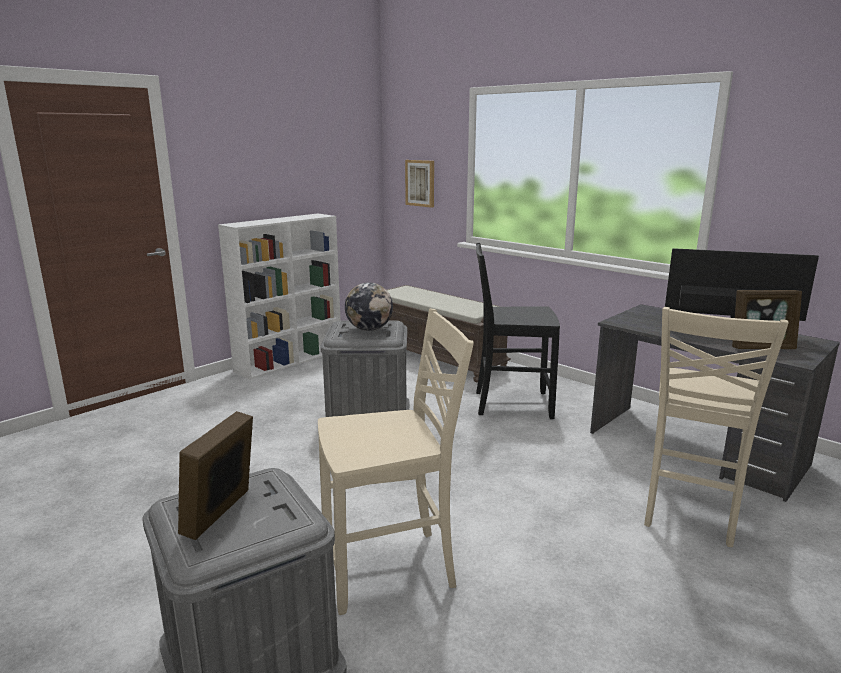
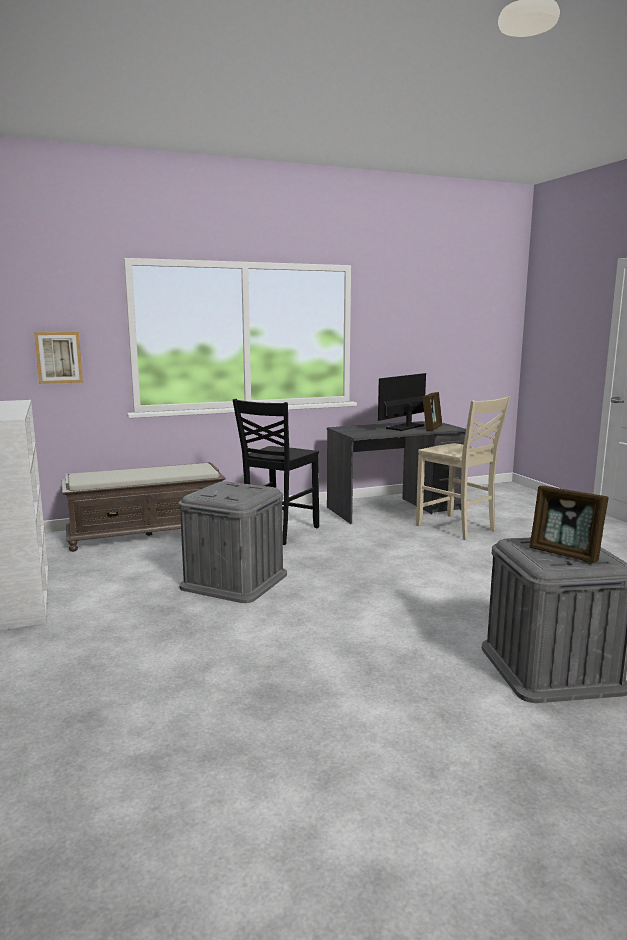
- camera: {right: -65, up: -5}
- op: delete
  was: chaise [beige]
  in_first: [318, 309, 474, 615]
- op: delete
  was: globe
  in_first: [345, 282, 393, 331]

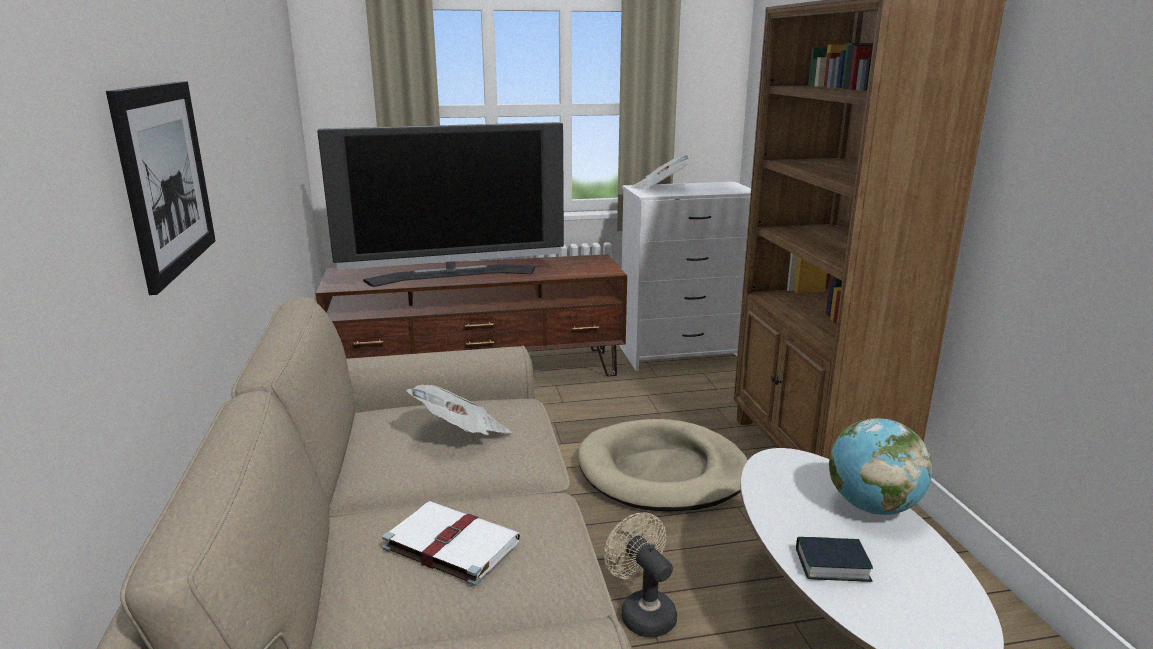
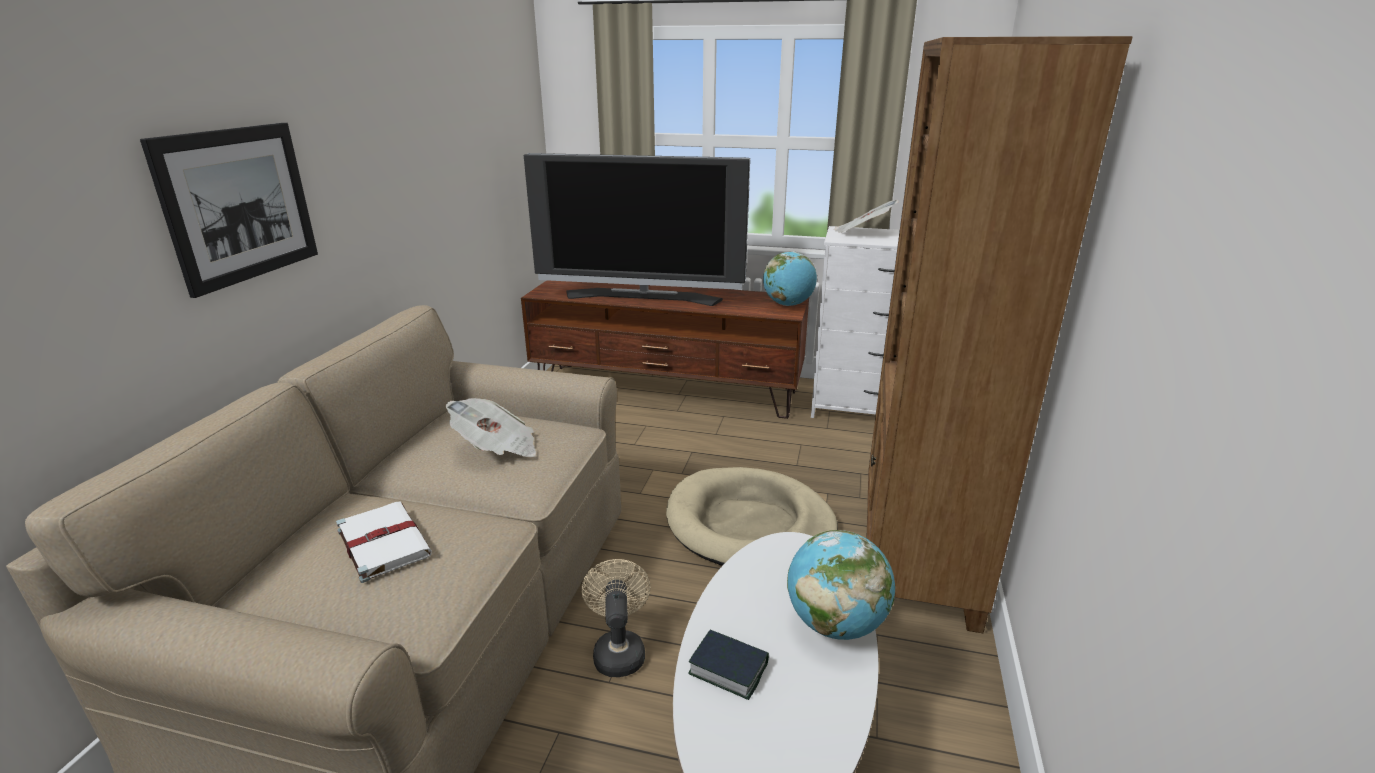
- camera: {right: 25, up: 5}
- op: insert
  now: globe
  in_second: [763, 251, 817, 306]

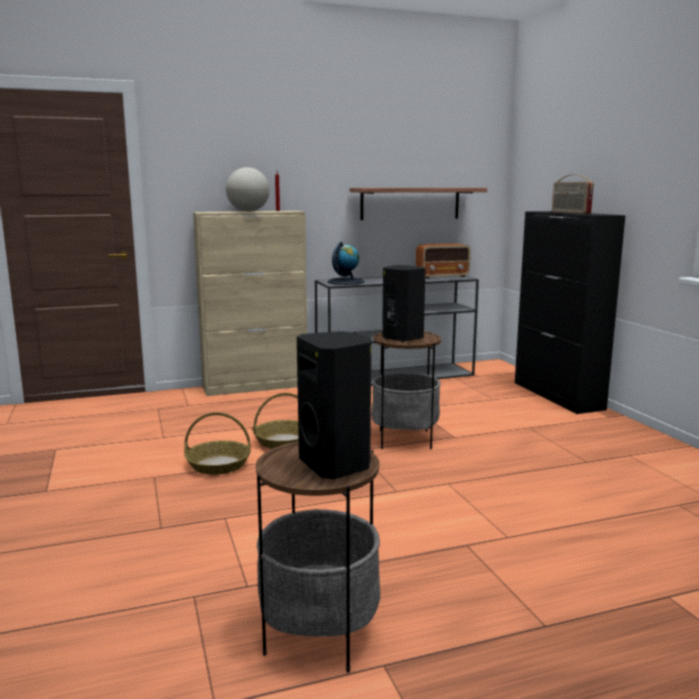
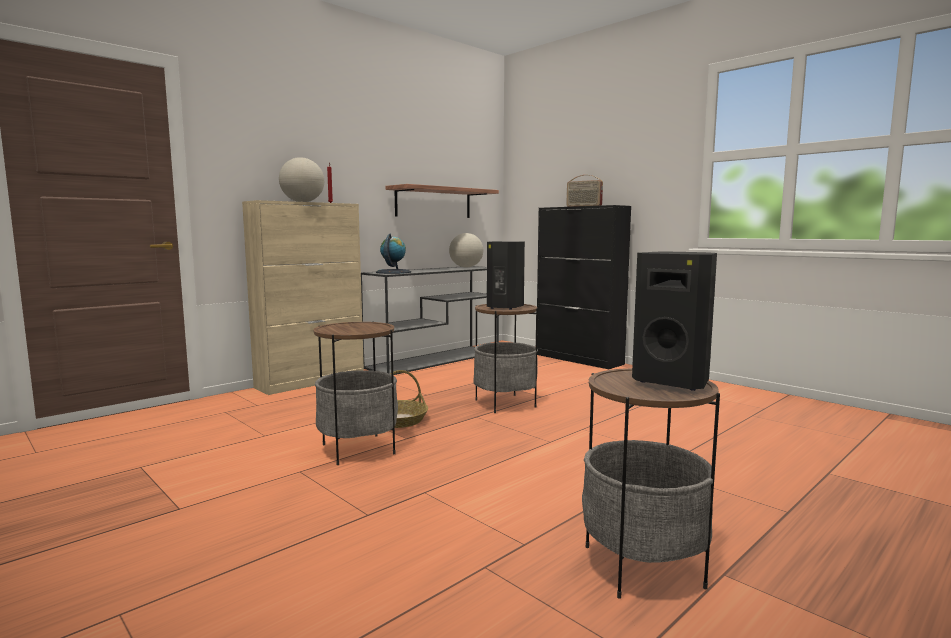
- camera: {right: -25, up: -5}
- op: replace
  was: panier
  now: table d'appoint
  in_first: [184, 412, 251, 475]
  in_second: [313, 321, 398, 465]
- op: replace
  was: radio
  now: globe
  in_first: [416, 244, 471, 278]
  in_second: [449, 233, 483, 267]

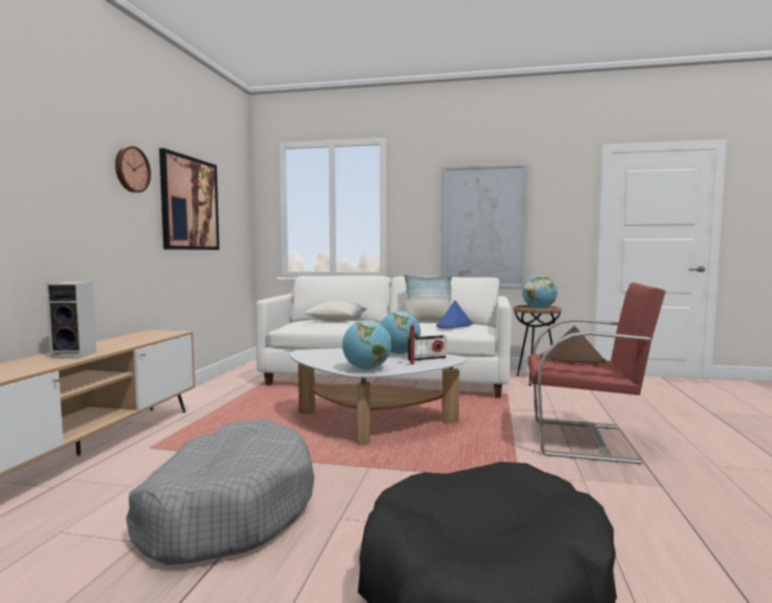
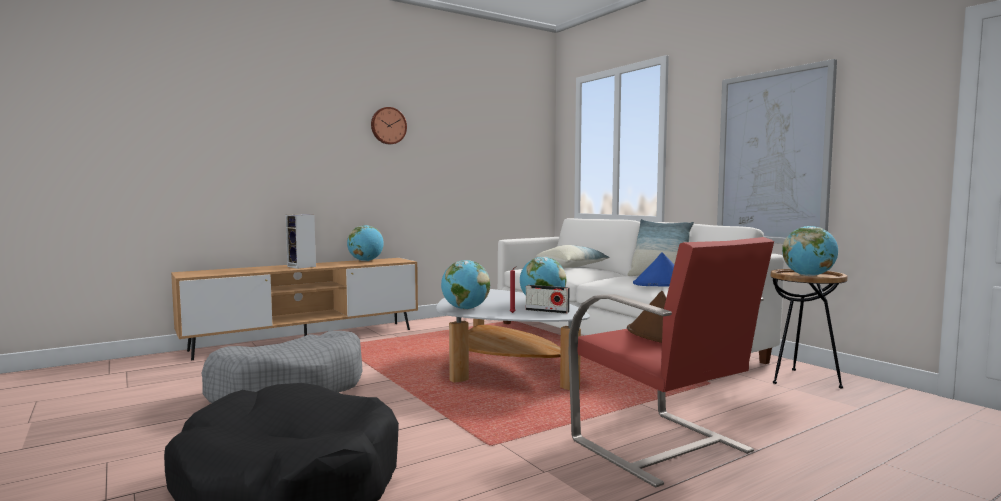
- camera: {right: 45, up: 0}
- op: delete
  was: tableau
  in_first: [159, 148, 219, 250]
- op: insert
  now: globe
  in_second: [347, 225, 384, 261]

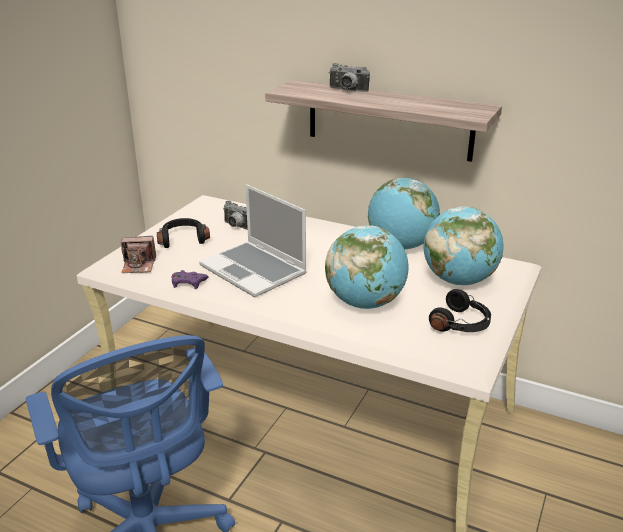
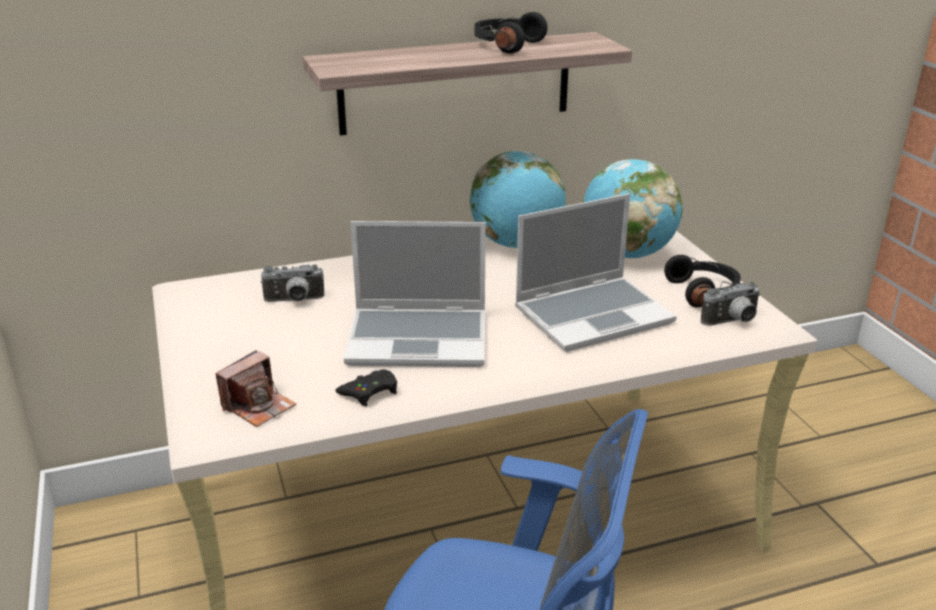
- camera: {right: -45, up: 0}
- op: move
  was: casque audio [noir]
  in_first: [157, 218, 210, 248]
  in_second: [474, 12, 547, 53]
- op: move
  was: appareil photo
  in_first: [329, 63, 370, 92]
  in_second: [701, 282, 761, 326]
- op: replace
  was: globe
  now: ordinateur portable
  in_first: [325, 226, 409, 309]
  in_second: [515, 194, 677, 352]
- op: recolor
  was: manette [violet]
  now: manette [noir]
  in_first: [172, 270, 209, 289]
  in_second: [335, 369, 397, 407]

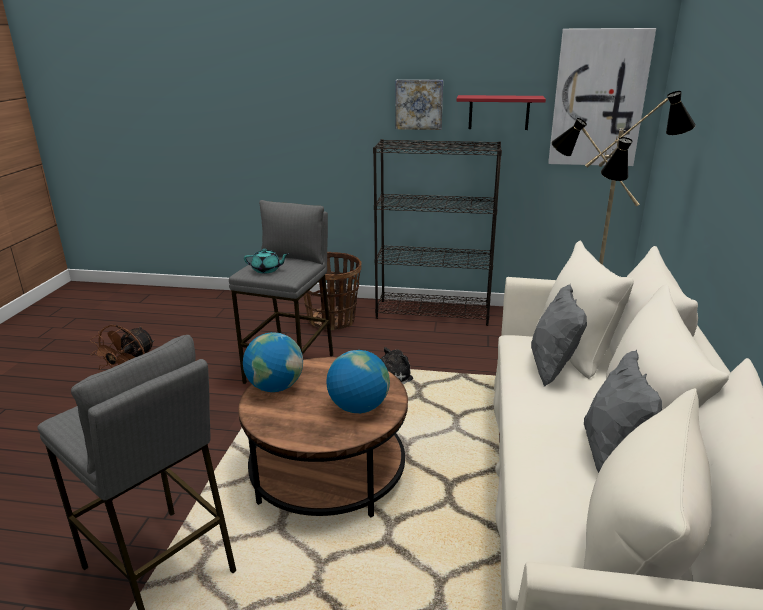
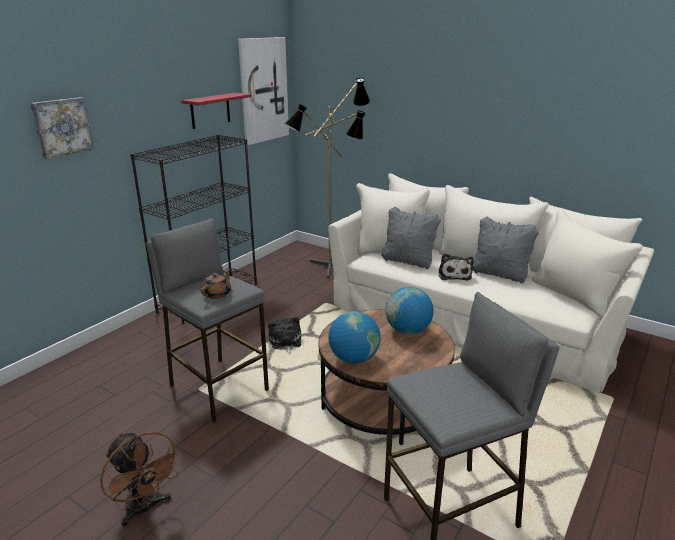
- camera: {right: -65, up: 0}
- op: delete
  was: panier
  in_first: [304, 252, 362, 330]
- op: insert
  now: peluche
  in_second: [439, 253, 474, 281]
- op: move
  was: tableau
  in_first: [395, 80, 443, 130]
  in_second: [30, 97, 94, 159]
- op: recolor
  was: théière [turquoise]
  now: théière [marron]
  in_first: [244, 249, 289, 273]
  in_second: [201, 269, 231, 299]

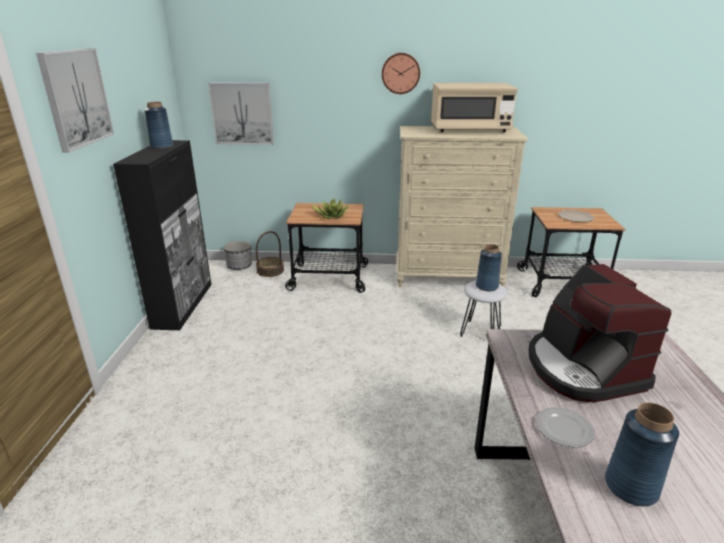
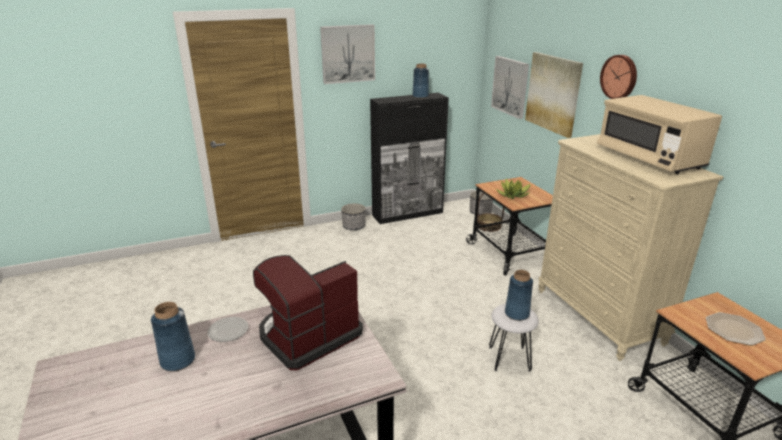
- camera: {right: 65, up: 0}
- op: insert
  now: cache-pot
  in_second: [341, 203, 366, 230]
- op: insert
  now: tableau
  in_second: [525, 52, 583, 138]

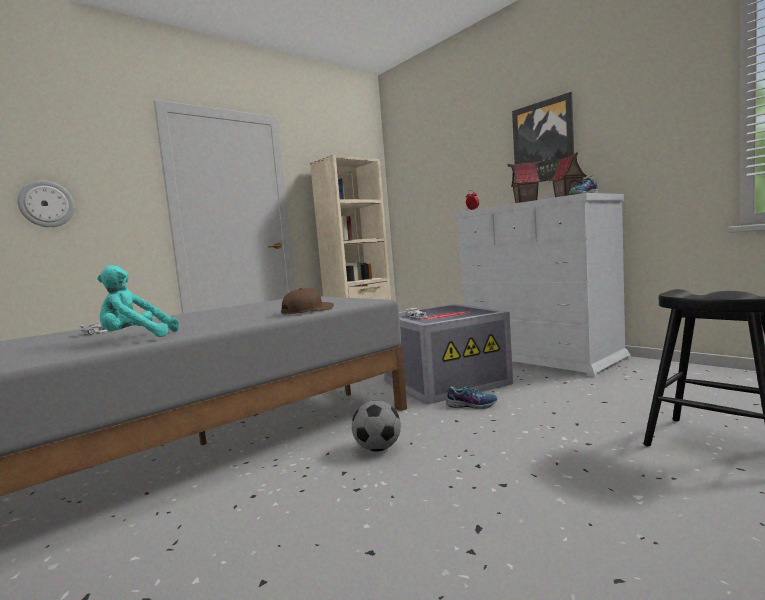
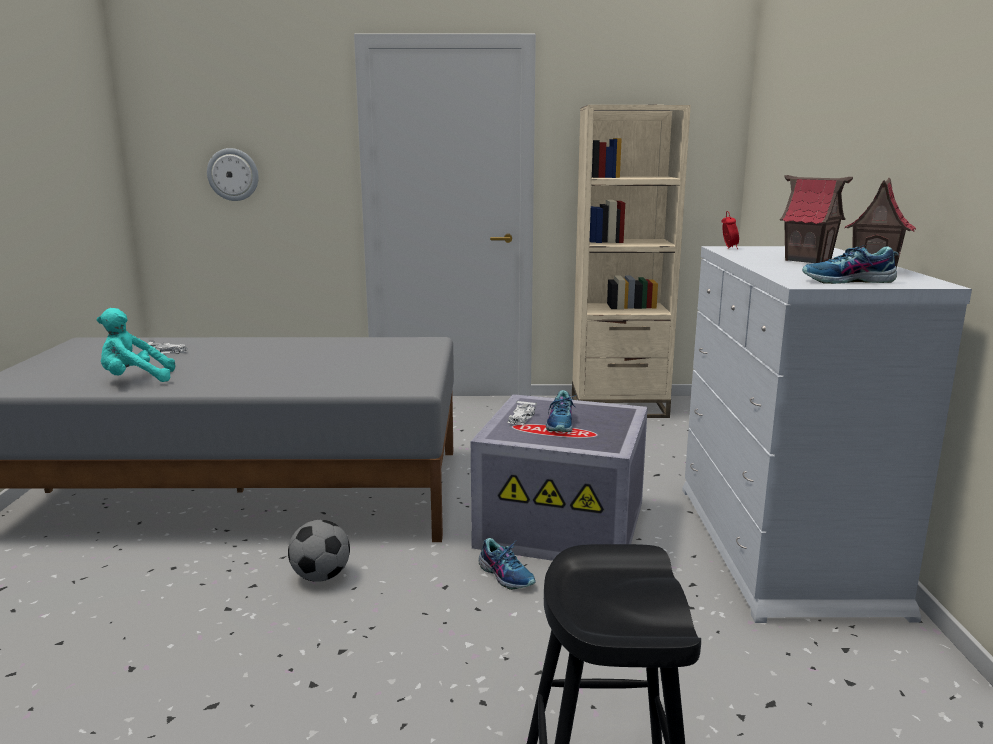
- camera: {right: 40, up: 10}
- op: delete
  was: casquette [marron]
  in_first: [281, 288, 334, 314]
- op: delete
  was: tableau
  in_first: [512, 92, 574, 182]
- op: insert
  now: chaussure
  in_second: [546, 390, 577, 432]
- op: rotate
  was: peluche [turquoise]
  in_first: [97, 265, 179, 337]
  in_second: [97, 308, 175, 382]
  clockwise: -45

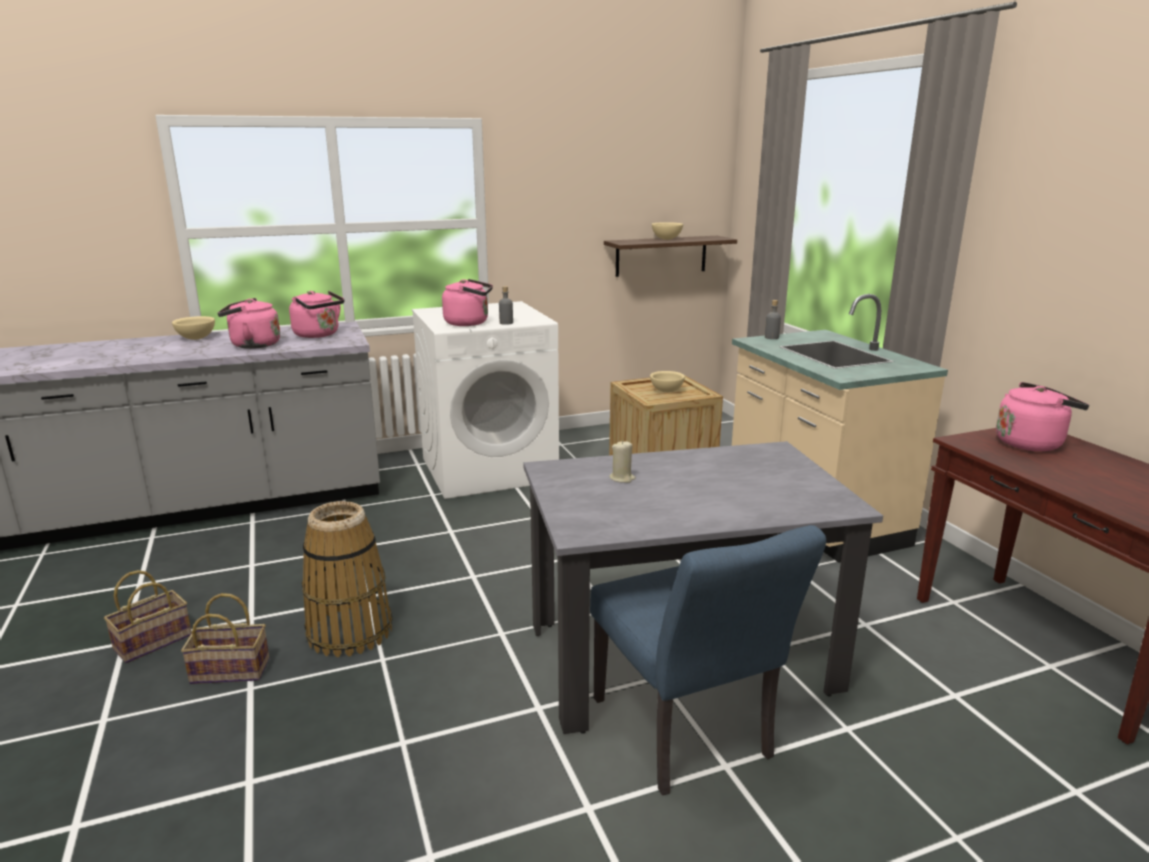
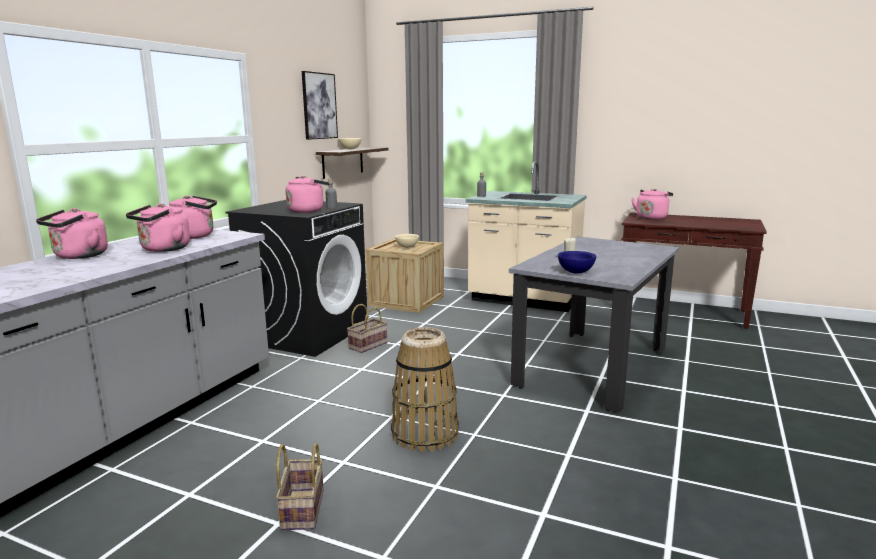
- camera: {right: -45, up: -5}
- op: delete
  was: chaise [bleu]
  in_first: [590, 525, 826, 795]
- op: insert
  now: tableau
  in_second: [302, 71, 338, 140]
- op: insert
  now: bol [bleu]
  in_second: [558, 251, 596, 274]
- op: move
  was: panier
  in_first: [181, 593, 270, 684]
  in_second: [347, 304, 387, 353]
- op: replace
  was: bol [beige]
  now: bouilloire [rose]
  in_first: [172, 316, 215, 340]
  in_second: [36, 208, 108, 259]
- op: recolor
  was: lave-linge [blanc]
  now: lave-linge [noir]
  in_first: [412, 301, 559, 499]
  in_second: [225, 200, 367, 357]

